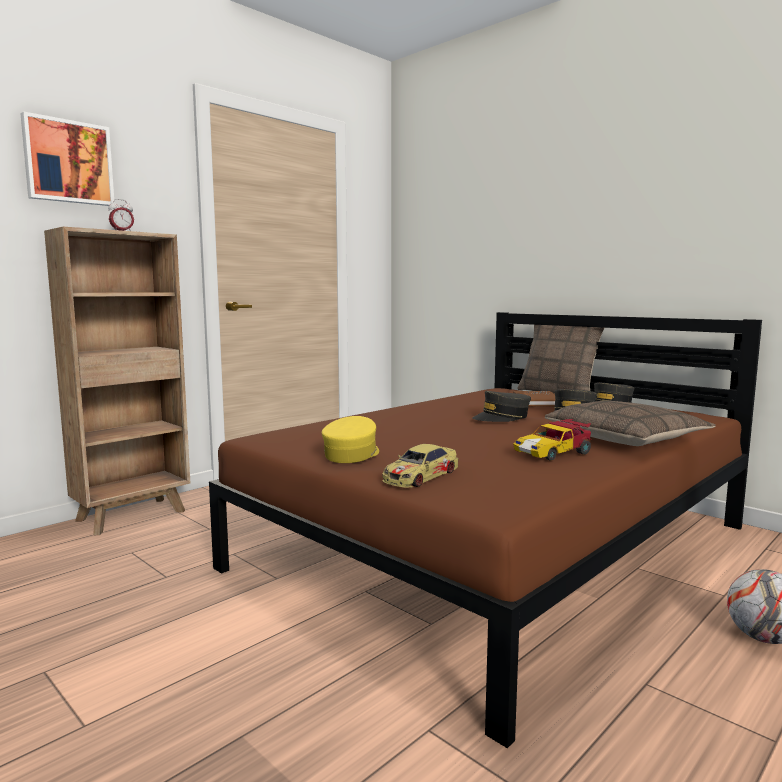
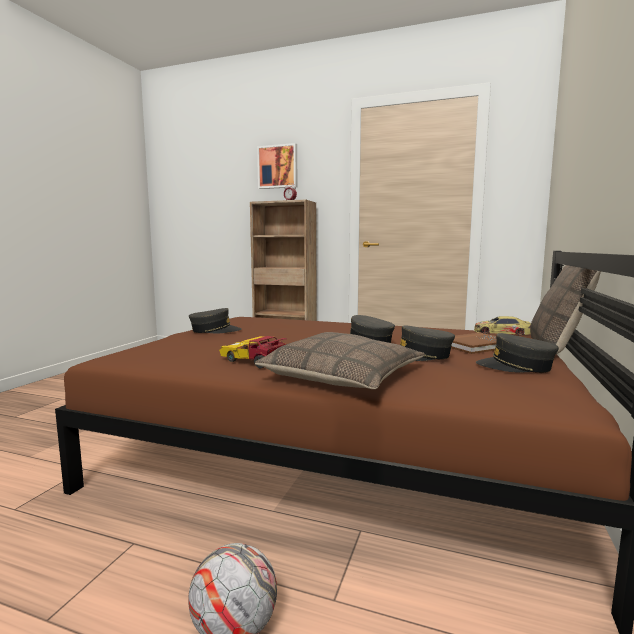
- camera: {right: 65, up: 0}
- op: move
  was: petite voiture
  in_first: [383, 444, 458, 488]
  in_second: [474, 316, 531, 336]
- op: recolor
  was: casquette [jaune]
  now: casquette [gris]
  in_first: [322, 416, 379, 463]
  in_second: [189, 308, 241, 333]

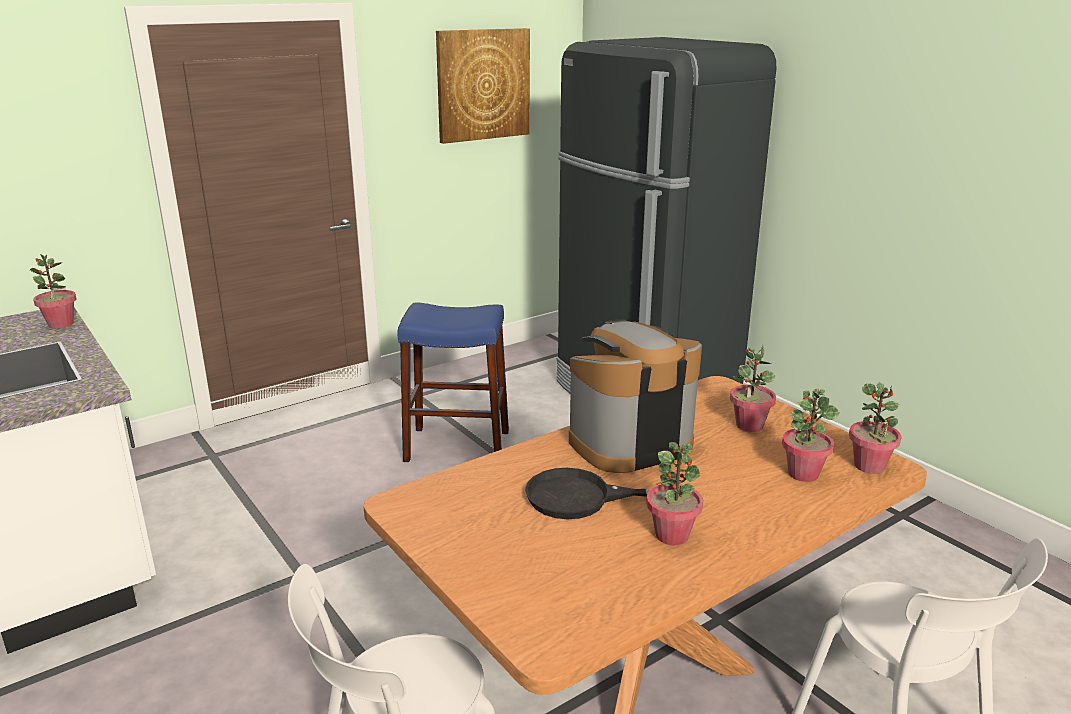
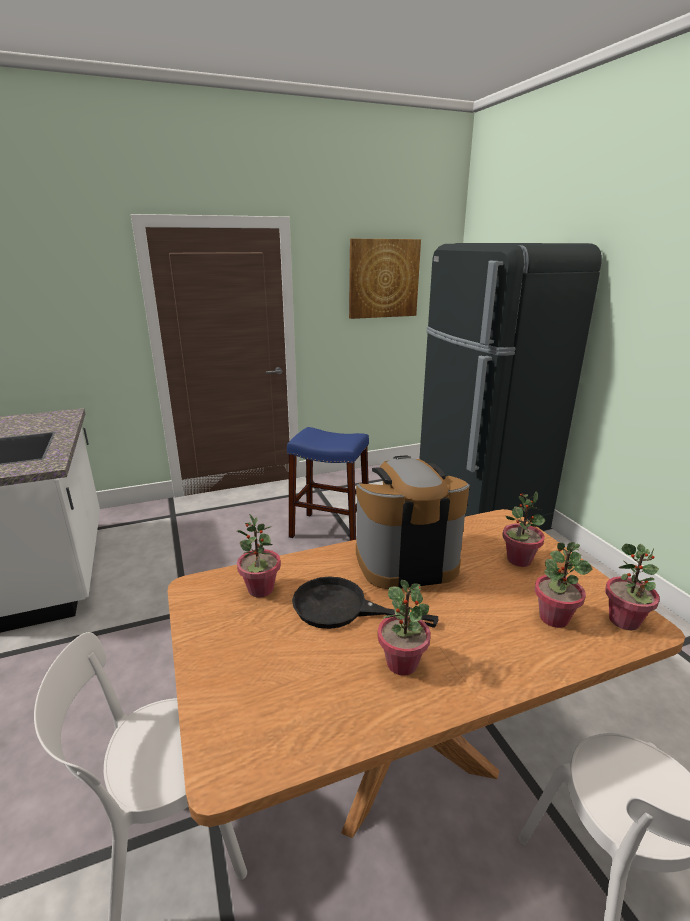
- camera: {right: 15, up: 0}
- op: move
  was: plante en pot
  in_first: [30, 254, 77, 328]
  in_second: [237, 514, 281, 598]

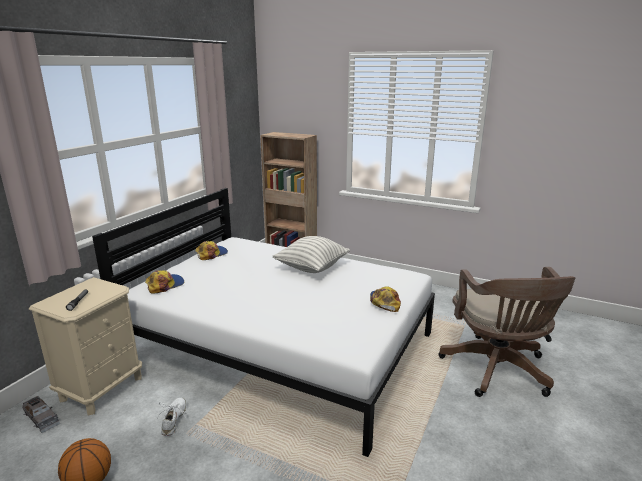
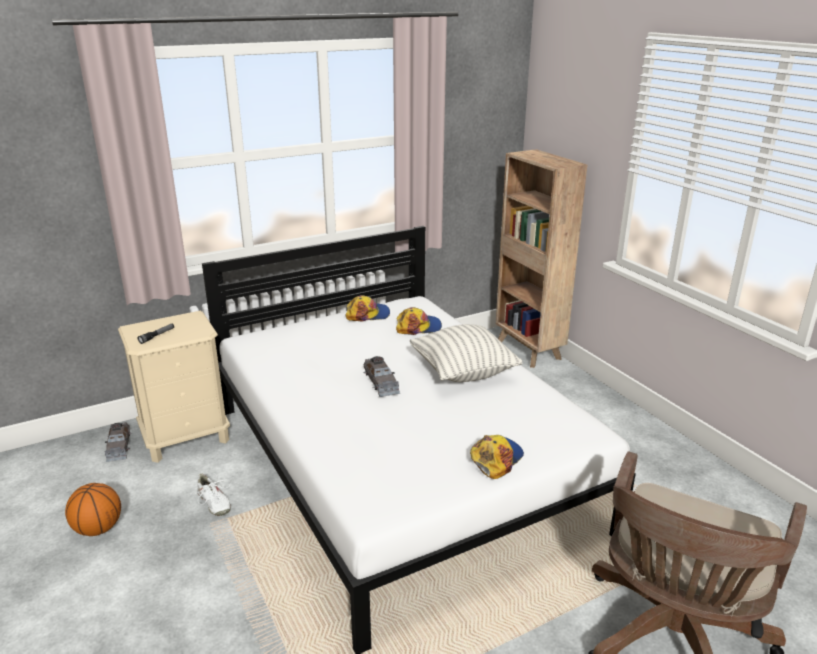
- camera: {right: 35, up: 5}
- op: insert
  now: petite voiture [gris]
  in_second: [364, 356, 400, 397]
- op: move
  was: casquette
  in_first: [145, 270, 184, 294]
  in_second: [396, 307, 442, 335]
- op: rotate
  was: chaussure [blanc]
  in_first: [156, 397, 187, 436]
  in_second: [189, 474, 231, 516]
  clockwise: 105

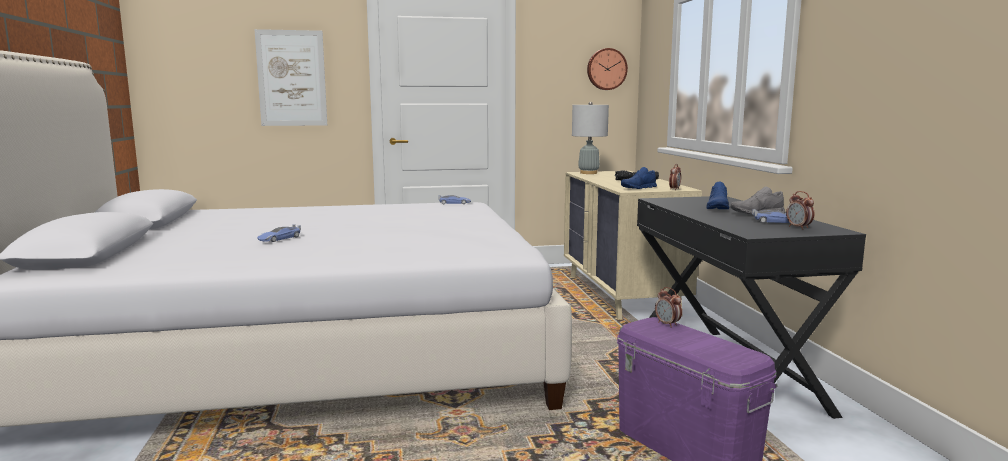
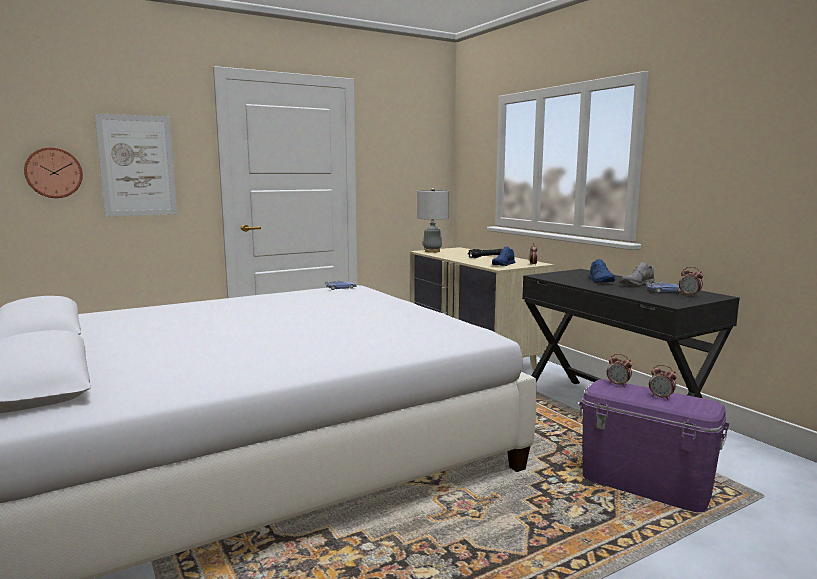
- camera: {right: -20, up: 0}
- op: delete
  was: petite voiture
  in_first: [257, 224, 301, 242]
- op: insert
  now: réveil
  in_second: [649, 365, 677, 400]
- op: move
  was: horloge murale
  in_first: [587, 48, 628, 90]
  in_second: [24, 147, 83, 198]

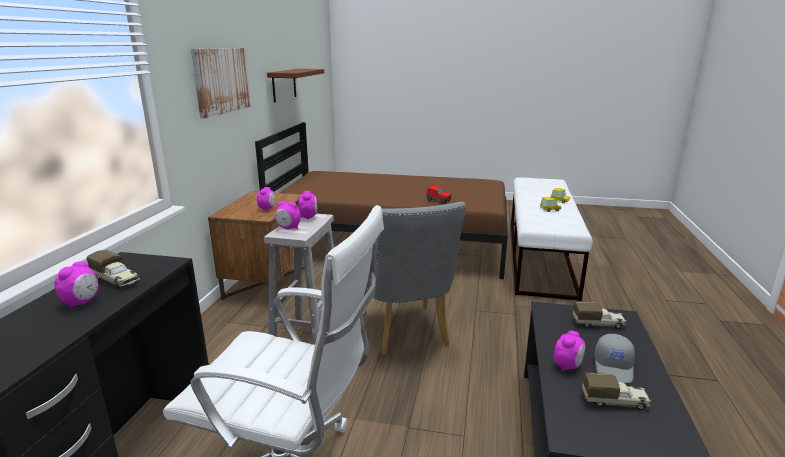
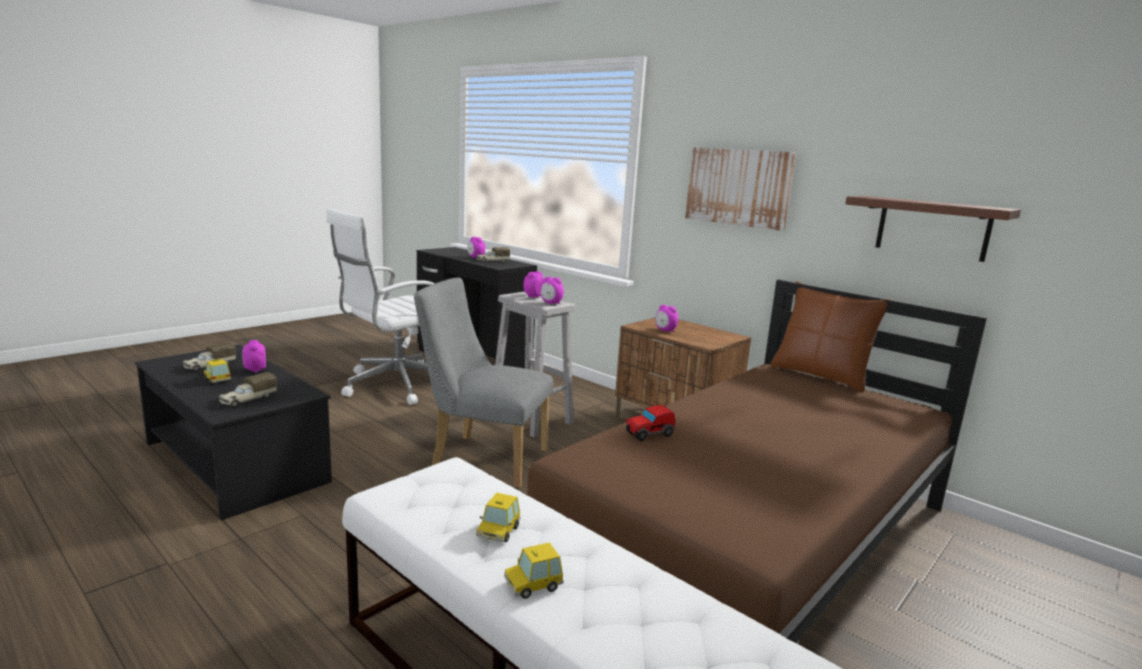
- camera: {right: 120, up: -5}
- op: insert
  now: coussin [marron]
  in_second: [770, 281, 893, 392]
- op: replace
  was: casquette [gris]
  now: petite voiture
  in_first: [594, 334, 635, 383]
  in_second: [204, 359, 231, 384]

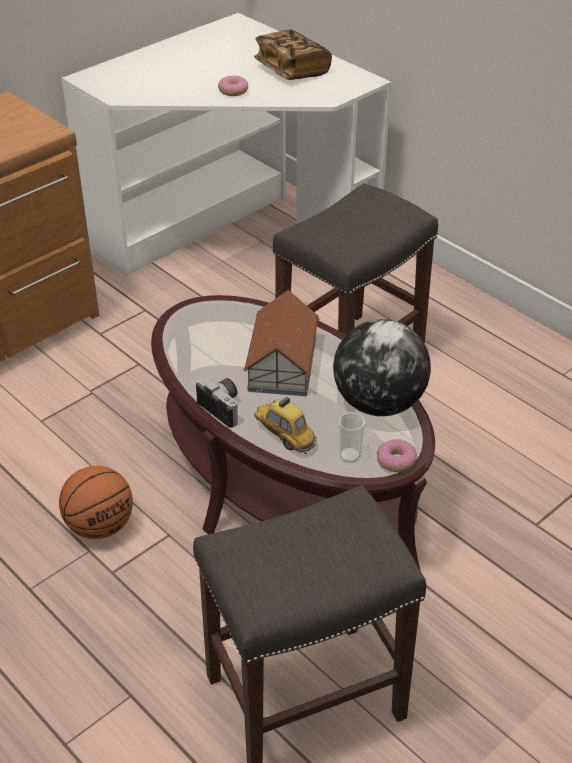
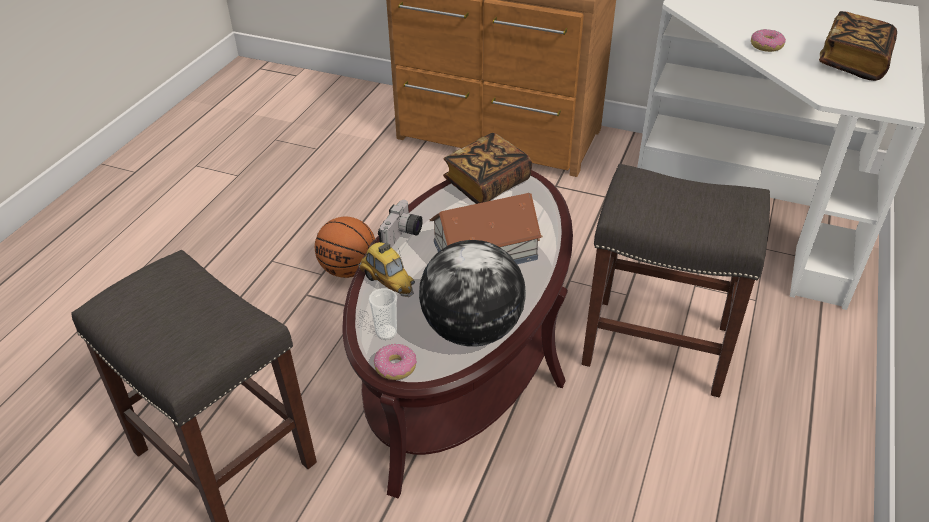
- camera: {right: 65, up: 0}
- op: insert
  now: livre
  in_second: [443, 133, 532, 204]
- op: rotate
  was: petite voiture
  in_first: [254, 397, 317, 454]
  in_second: [358, 242, 415, 297]
  clockwise: 120

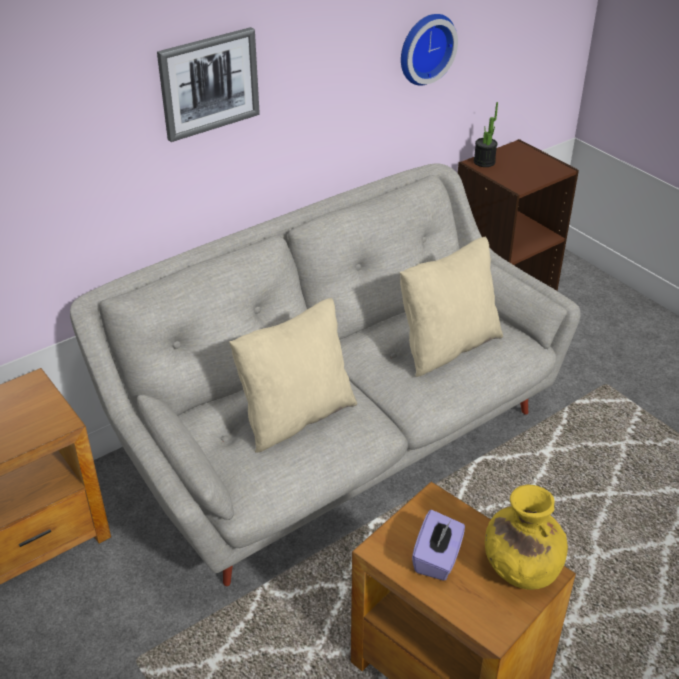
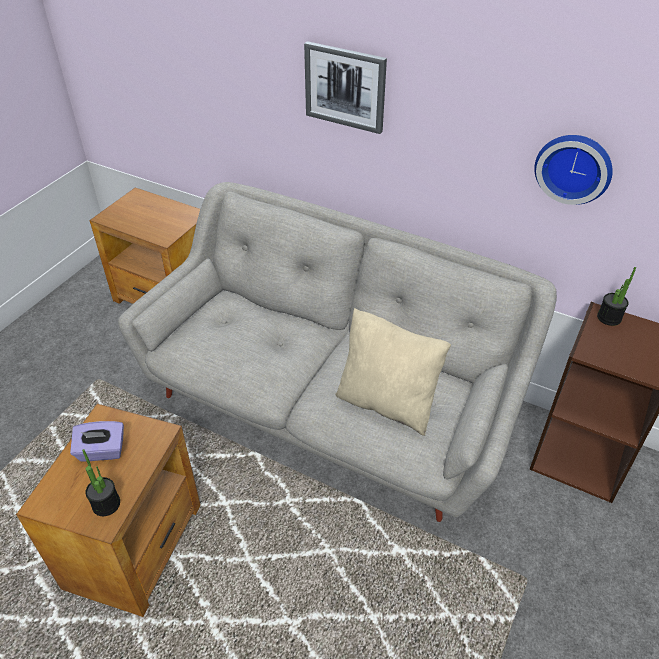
- camera: {right: 65, up: 5}
- op: delete
  was: coussin [beige]
  in_first: [229, 298, 357, 453]
- op: replace
  was: vase [jaune]
  now: plante en pot
  in_first: [485, 485, 568, 590]
  in_second: [82, 449, 120, 516]

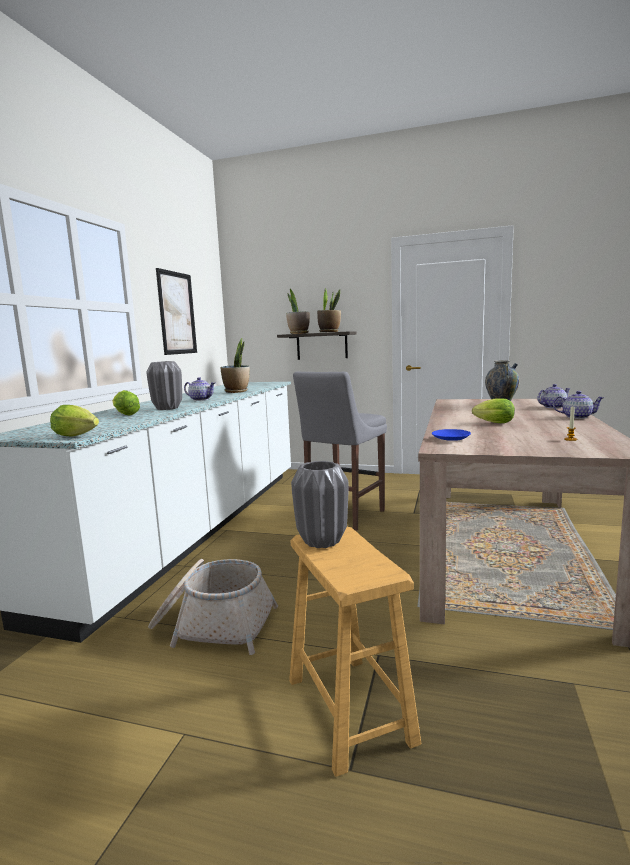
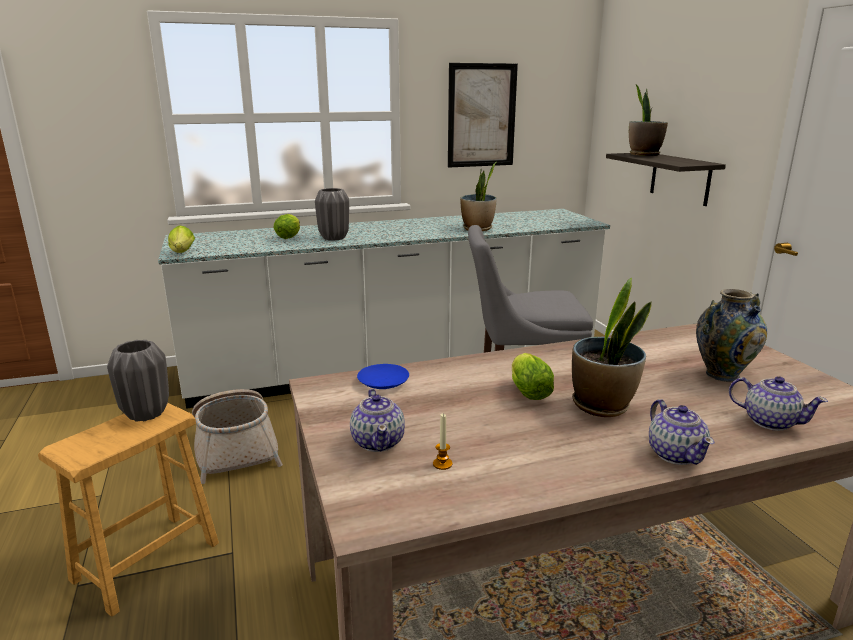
- camera: {right: 55, up: 10}
- op: move
  was: théière
  in_first: [184, 377, 215, 401]
  in_second: [350, 389, 405, 452]
- op: move
  was: plante en pot
  in_first: [317, 288, 341, 332]
  in_second: [572, 278, 652, 417]

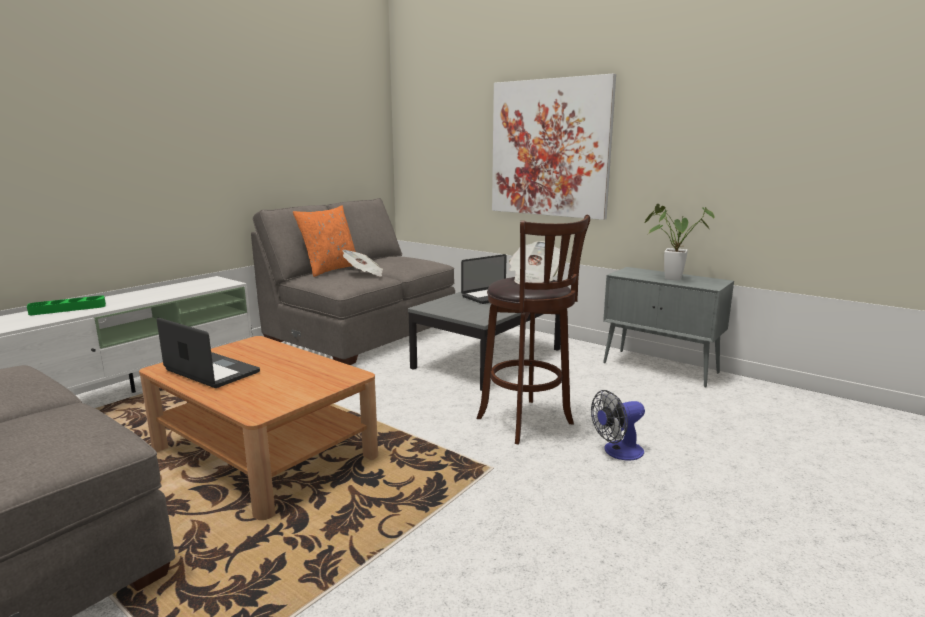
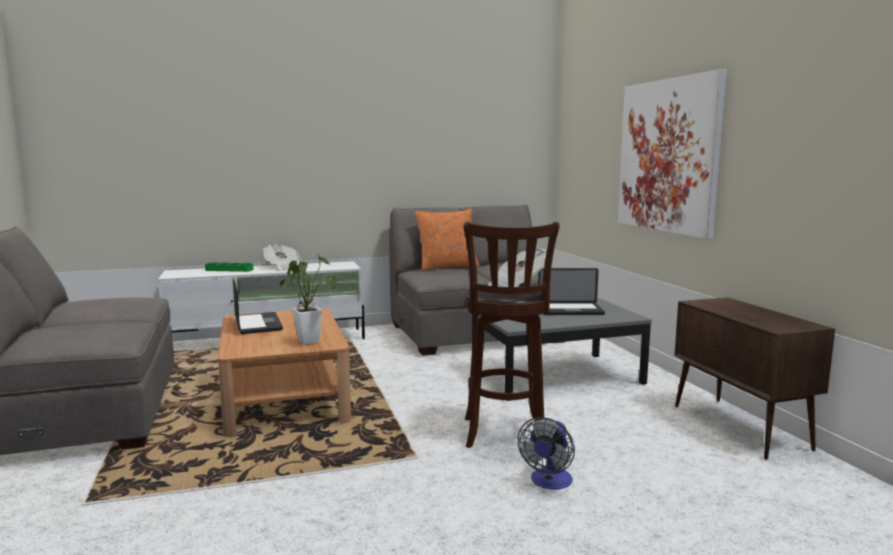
- camera: {right: 35, up: -5}
- op: move
  was: journal
  in_first: [342, 250, 383, 276]
  in_second: [263, 243, 302, 271]
- op: move
  was: plante en pot
  in_first: [644, 204, 714, 281]
  in_second: [279, 255, 337, 345]
- op: recolor
  was: meuble de rangement [gris]
  now: meuble de rangement [marron]
  in_first: [603, 267, 734, 387]
  in_second: [674, 297, 835, 460]
- op: rotate
  was: ventilateur
  in_first: [591, 390, 645, 460]
  in_second: [517, 417, 575, 489]
  clockwise: -75

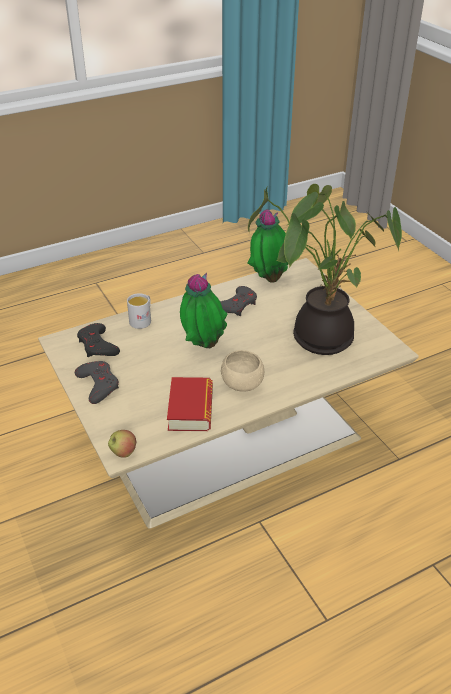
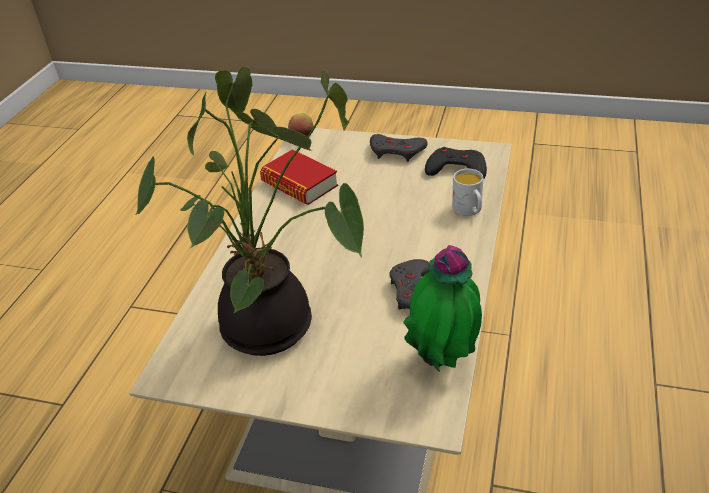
- camera: {right: 135, up: 0}
- op: delete
  was: plante en pot
  in_first: [180, 273, 227, 348]
- op: delete
  was: bol [beige]
  in_first: [221, 350, 264, 392]

